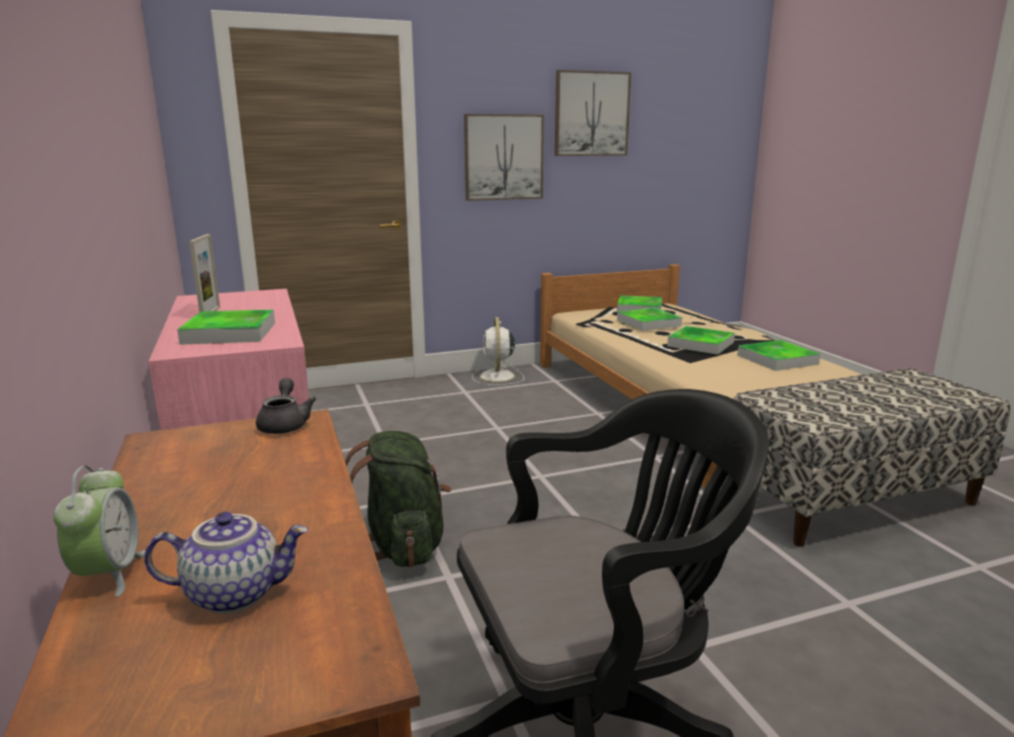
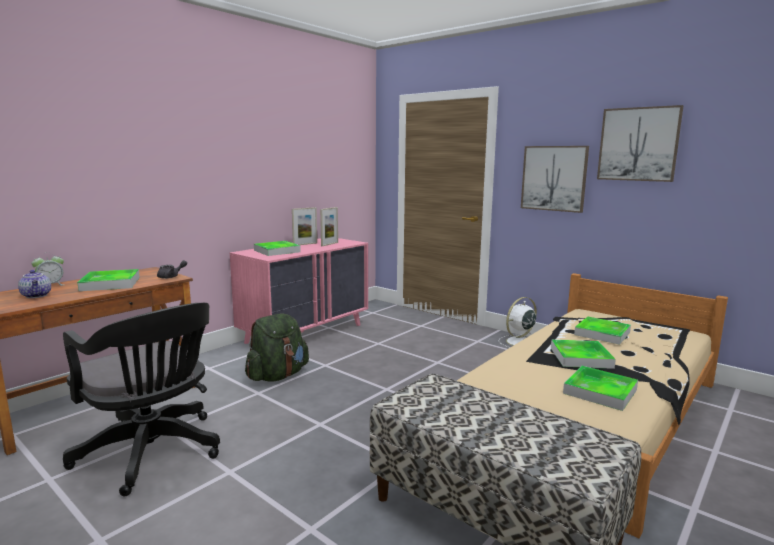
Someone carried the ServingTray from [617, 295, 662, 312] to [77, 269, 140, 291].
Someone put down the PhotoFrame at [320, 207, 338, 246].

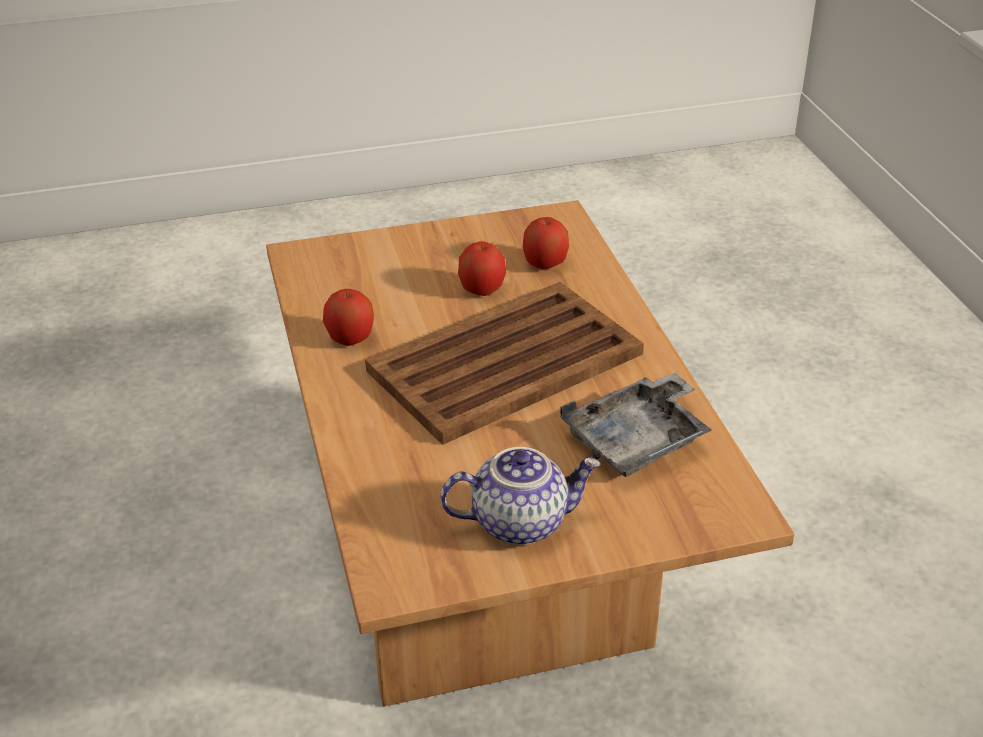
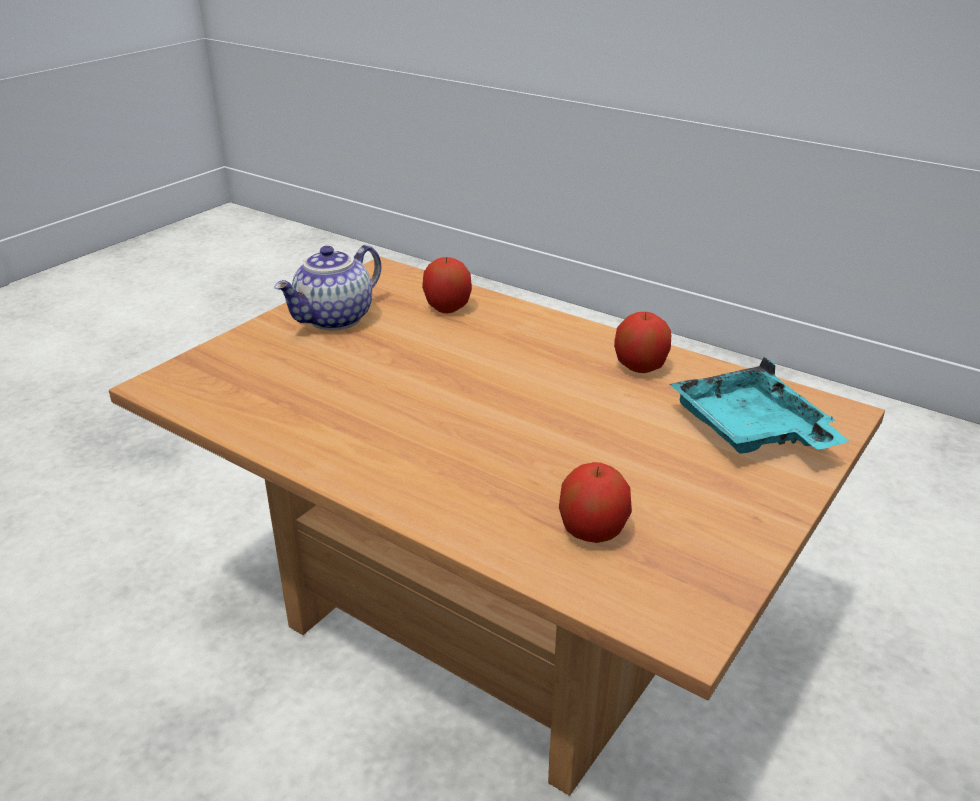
Someone carried the WholeApple from [458, 242, 506, 296] to [422, 257, 472, 313].
Someone put down the TurquoiseColouredServingTray at [670, 357, 849, 453].
Someone took away the BrownServingTray at [365, 282, 644, 445].
Someone took away the GreyishServingTray at [560, 373, 712, 477].

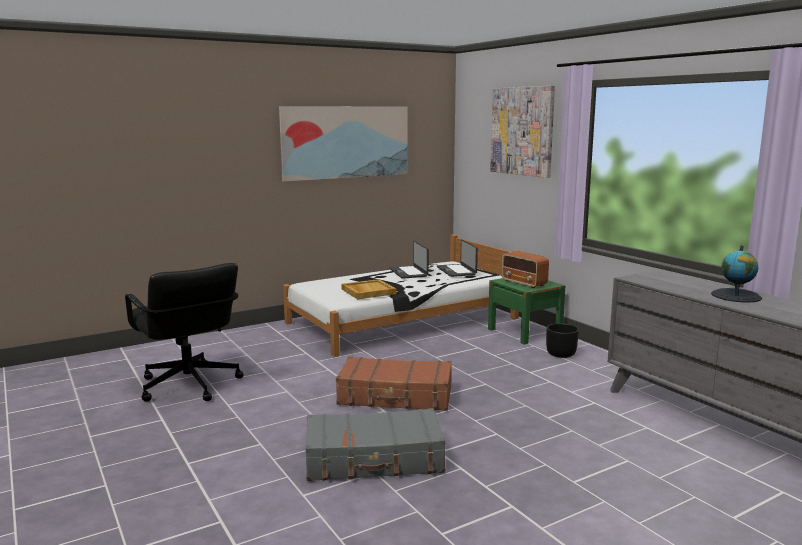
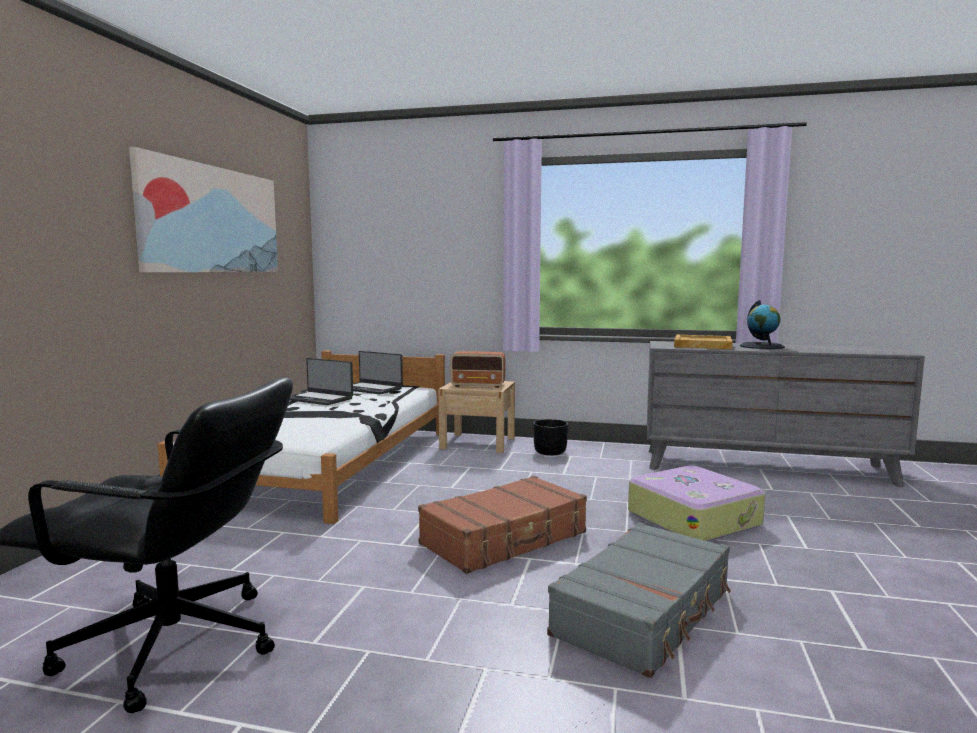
Someone repainted the GreenishNightTable at [488, 278, 565, 344], which became the BeigeNightTable at [439, 381, 515, 453].
Someone put down the TravelCase at [628, 466, 765, 541].
Someone carried the BeigeServingTray from [341, 279, 396, 299] to [674, 335, 733, 349].
Someone took away the WallPicture at [490, 85, 555, 178].

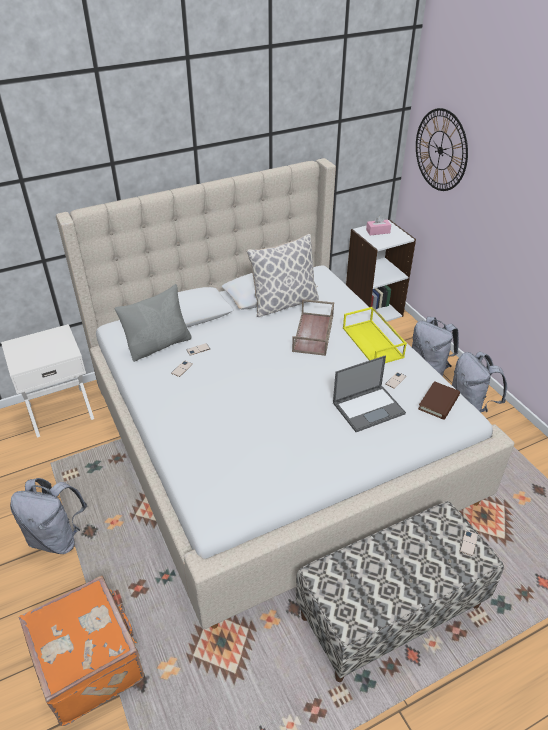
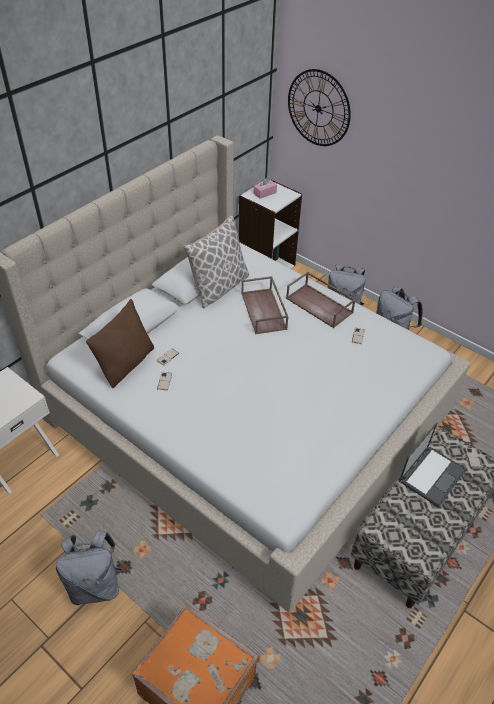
Someone repainted the GreyishThrowPillow at [115, 284, 192, 362], which became the BrownThrowPillow at [86, 299, 154, 388].
Someone repainted the YellowColouredServingTray at [343, 307, 407, 363], which became the BrownServingTray at [286, 271, 356, 328].
Someone carried the NotebookComputer from [333, 355, 406, 432] to [399, 422, 466, 507].
Someone took away the BrownBook at [418, 381, 460, 420].

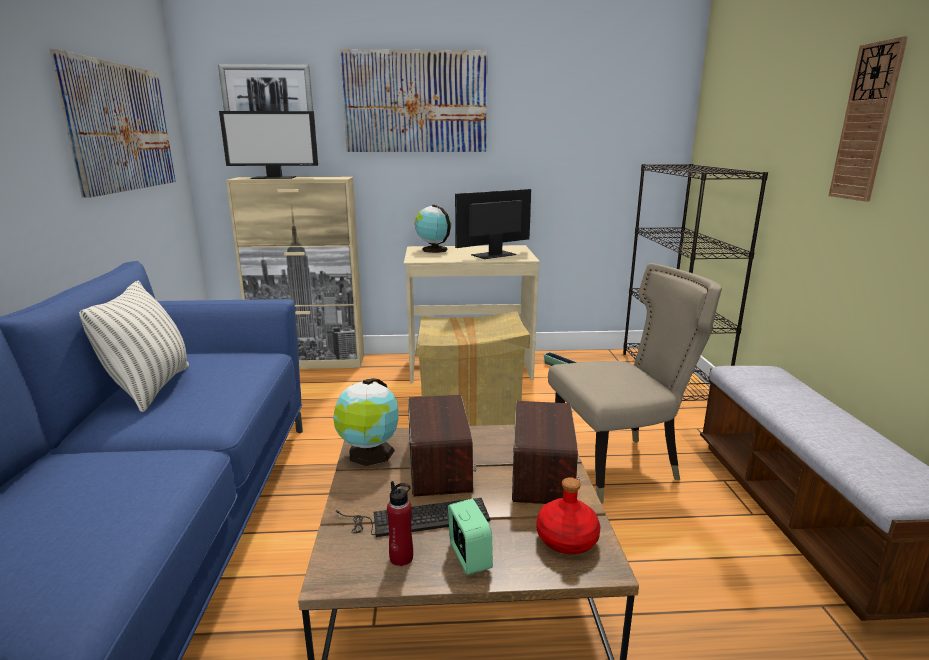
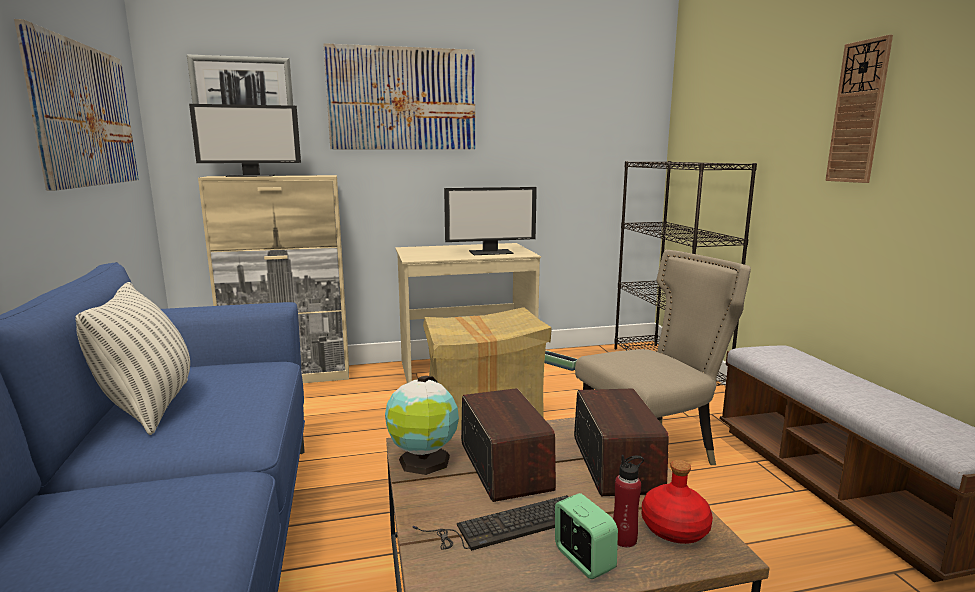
Someone rotated the ComputerDisplay at [455, 189, 531, 259] by 150 degrees counterclockwise.
Someone carried the RedBottle from [387, 481, 413, 566] to [613, 455, 644, 547].
Someone took away the Globe at [415, 205, 451, 253].

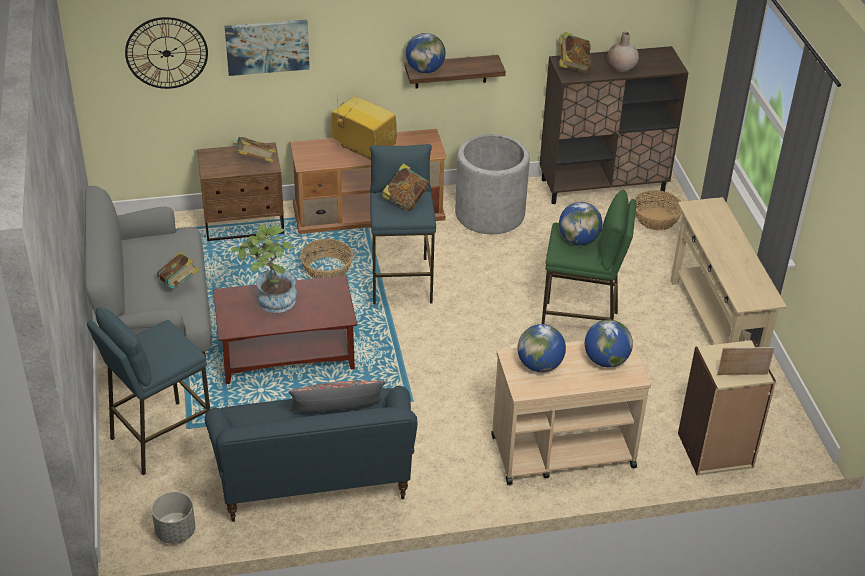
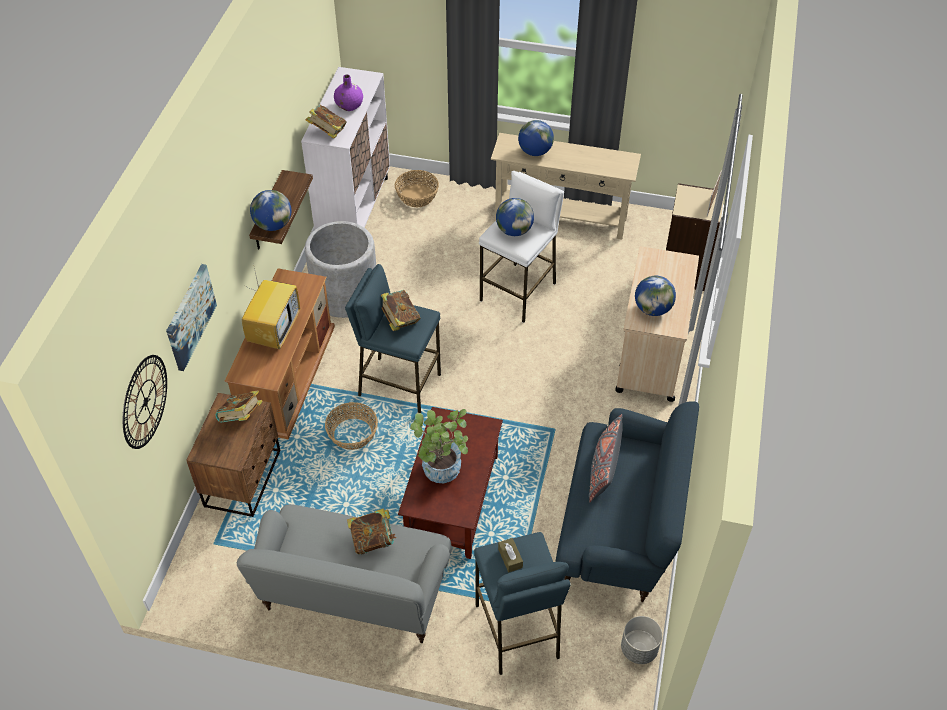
Someone rotated the Television at [331, 89, 397, 160] by 135 degrees clockwise.
Someone repainted the BrownStorageCabinet at [539, 46, 689, 204], which became the WhiteStorageCabinet at [301, 67, 390, 230].
Someone repainted the BeigeFlowerVase at [607, 32, 639, 72], which became the PurpleColouredFlowerVase at [334, 74, 363, 111].
Someone repainted the GreenishSittingStool at [541, 190, 637, 324], which became the WhiteSittingStool at [479, 171, 564, 323].
Someone put down the BrownBoxOfTissues at [498, 538, 523, 572].
Someone carried the Globe from [585, 320, 633, 367] to [518, 120, 554, 156].

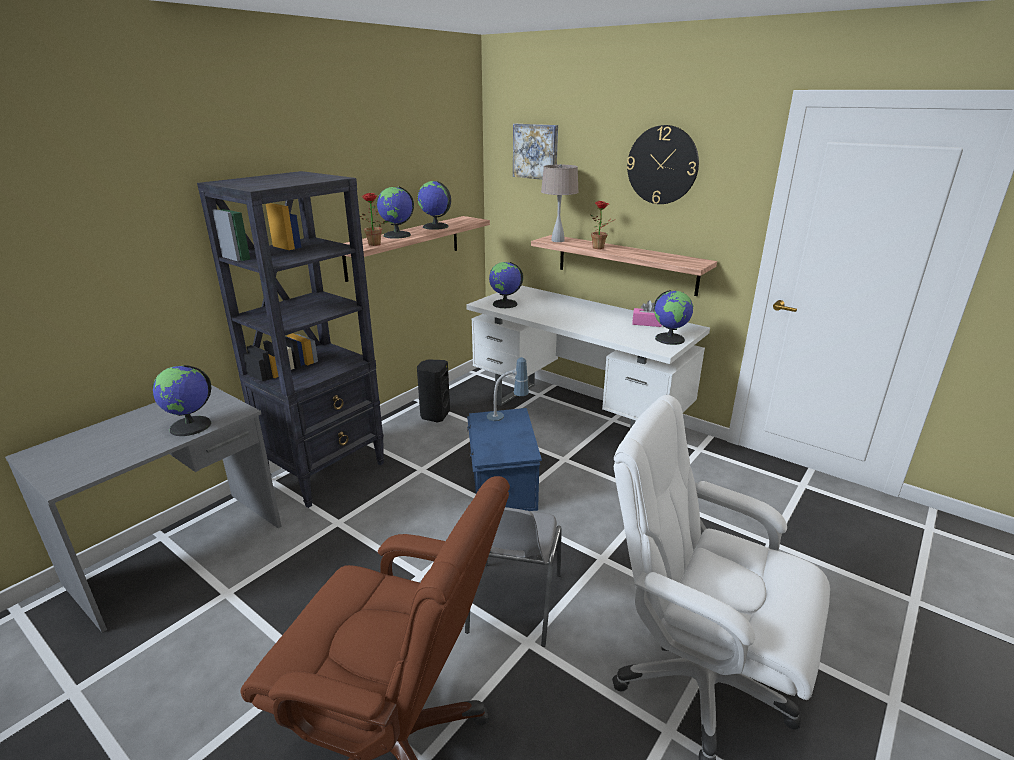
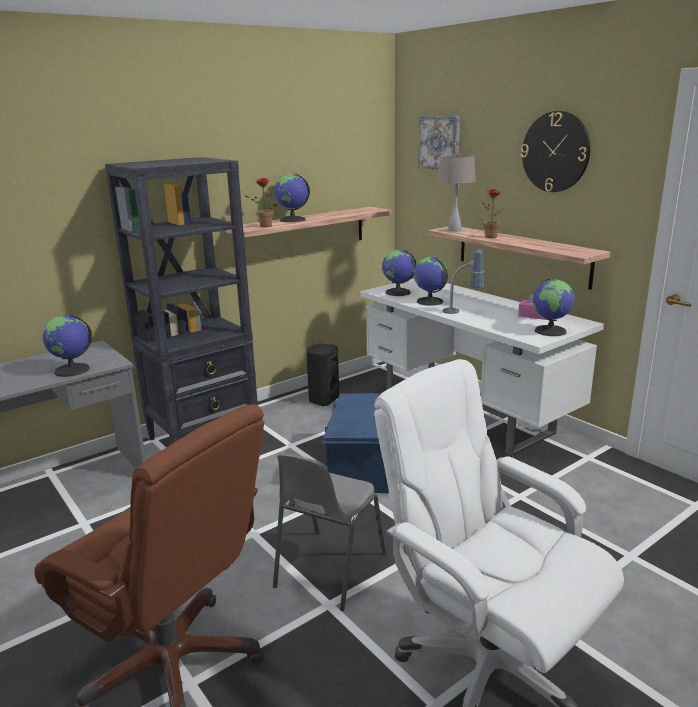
Someone carried the Globe from [417, 181, 451, 230] to [413, 257, 448, 306].
Someone carried the LampForATable from [487, 357, 529, 421] to [443, 250, 485, 314].

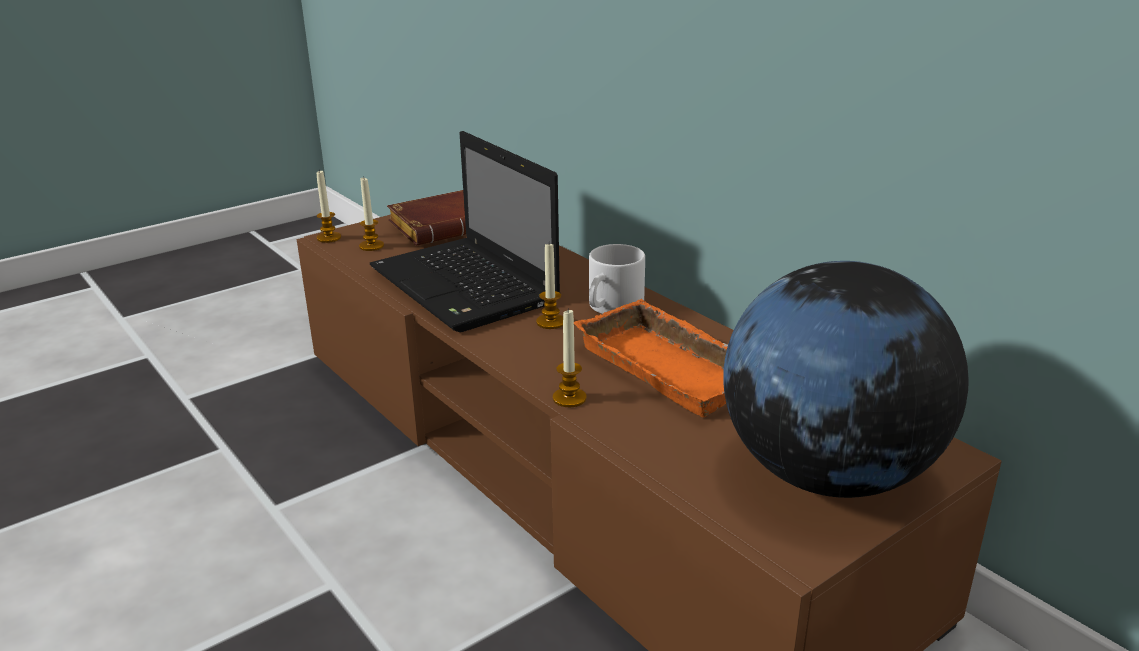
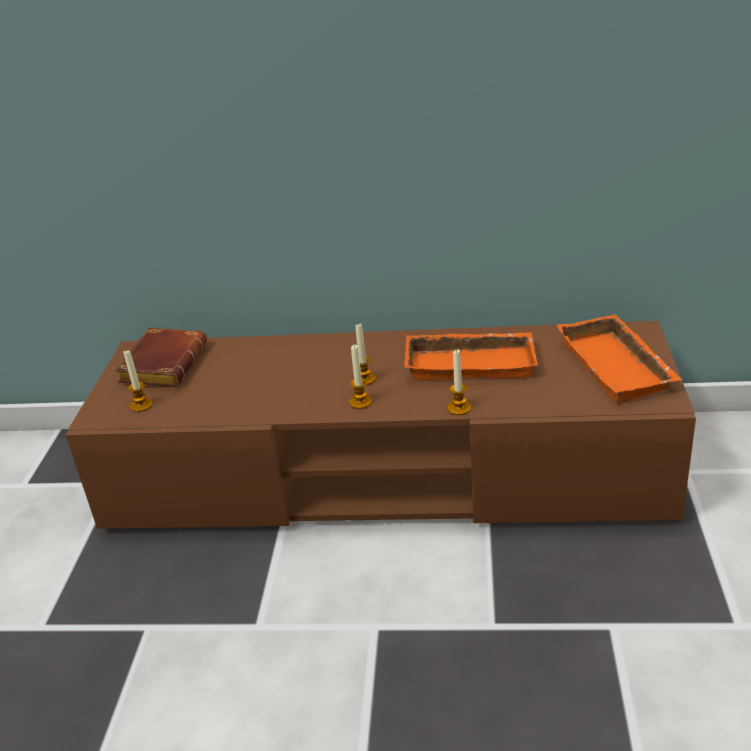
Someone carried the Candle from [317, 169, 341, 243] to [349, 345, 372, 409].
Someone swapped the Globe at [723, 261, 969, 498] for the OrangeyServingTray at [556, 314, 682, 404].
Someone took away the NotebookComputer at [370, 131, 560, 332].
Someone took away the WhiteTeaMug at [589, 244, 645, 314].

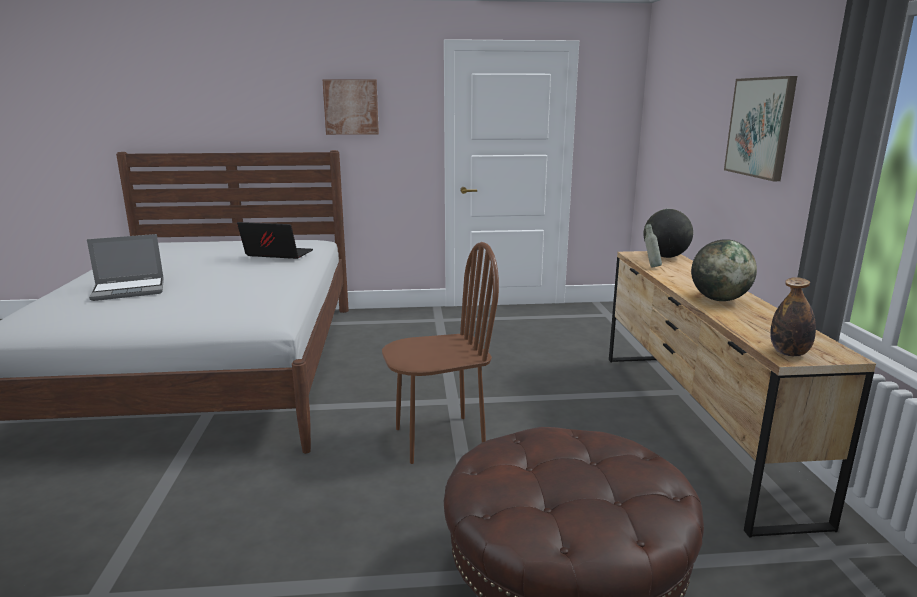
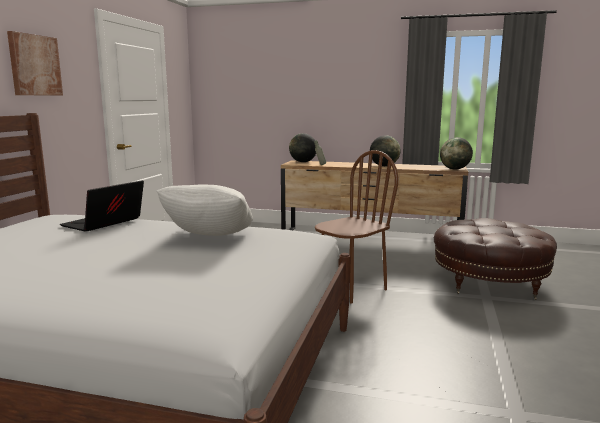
Someone put down the WhiteThrowPillow at [156, 185, 253, 236].
Someone rotated the BrownChair at [382, 242, 499, 464] by 45 degrees clockwise.
Someone swapped the Bottle at [770, 277, 816, 356] for the Globe at [440, 137, 473, 170].
Someone took away the NotebookComputer at [87, 234, 164, 301].
Someone took away the WallPicture at [724, 76, 797, 181].

